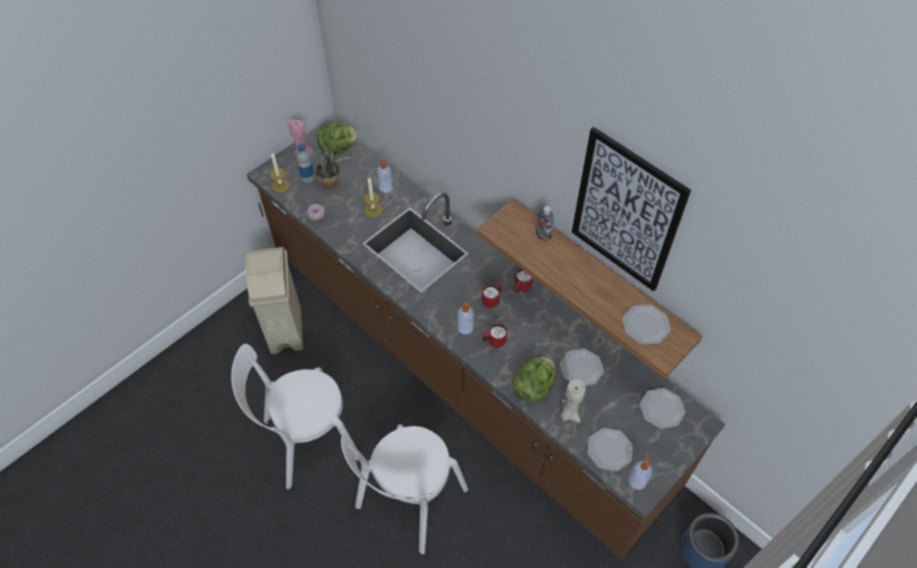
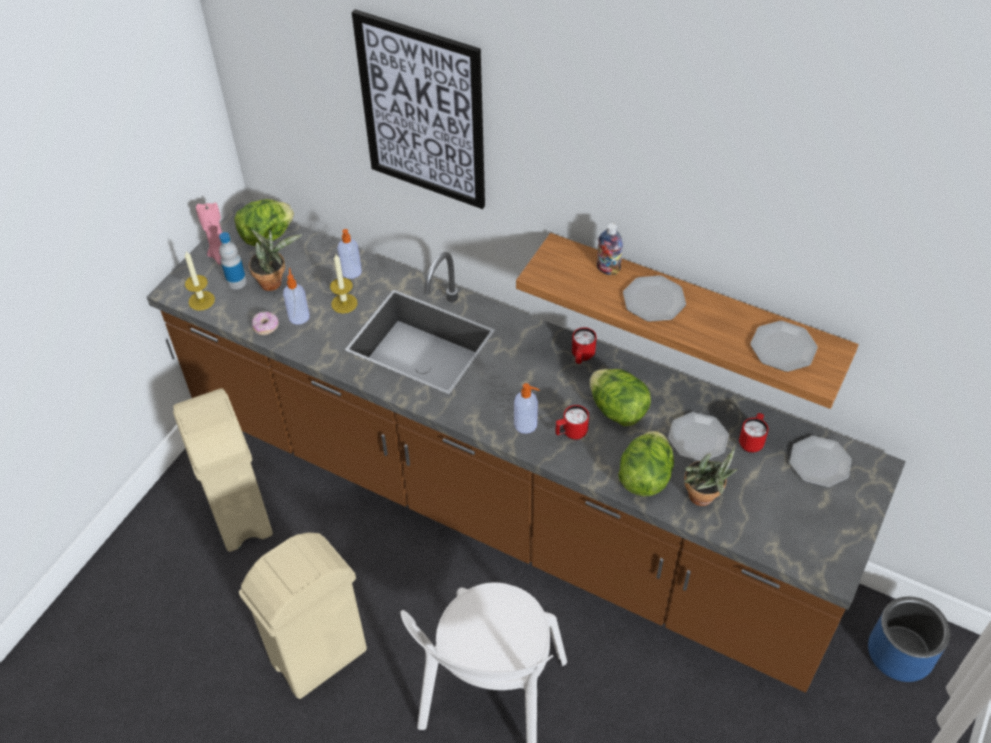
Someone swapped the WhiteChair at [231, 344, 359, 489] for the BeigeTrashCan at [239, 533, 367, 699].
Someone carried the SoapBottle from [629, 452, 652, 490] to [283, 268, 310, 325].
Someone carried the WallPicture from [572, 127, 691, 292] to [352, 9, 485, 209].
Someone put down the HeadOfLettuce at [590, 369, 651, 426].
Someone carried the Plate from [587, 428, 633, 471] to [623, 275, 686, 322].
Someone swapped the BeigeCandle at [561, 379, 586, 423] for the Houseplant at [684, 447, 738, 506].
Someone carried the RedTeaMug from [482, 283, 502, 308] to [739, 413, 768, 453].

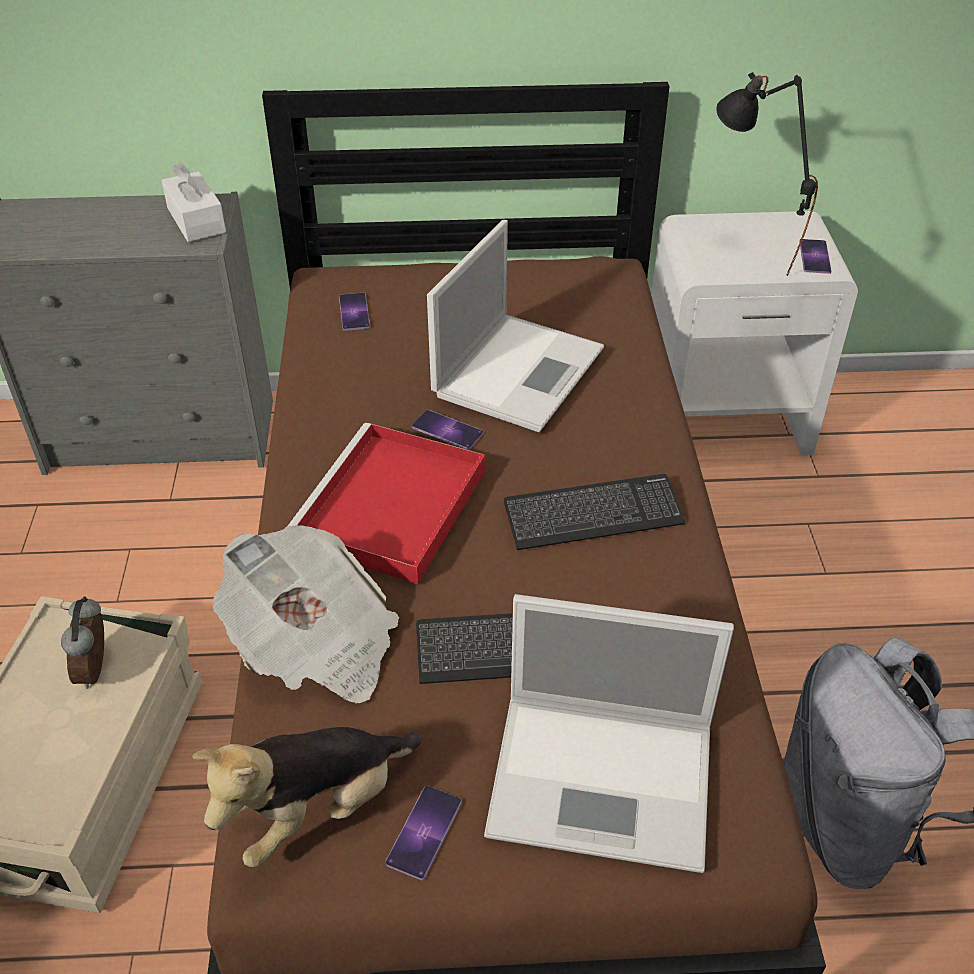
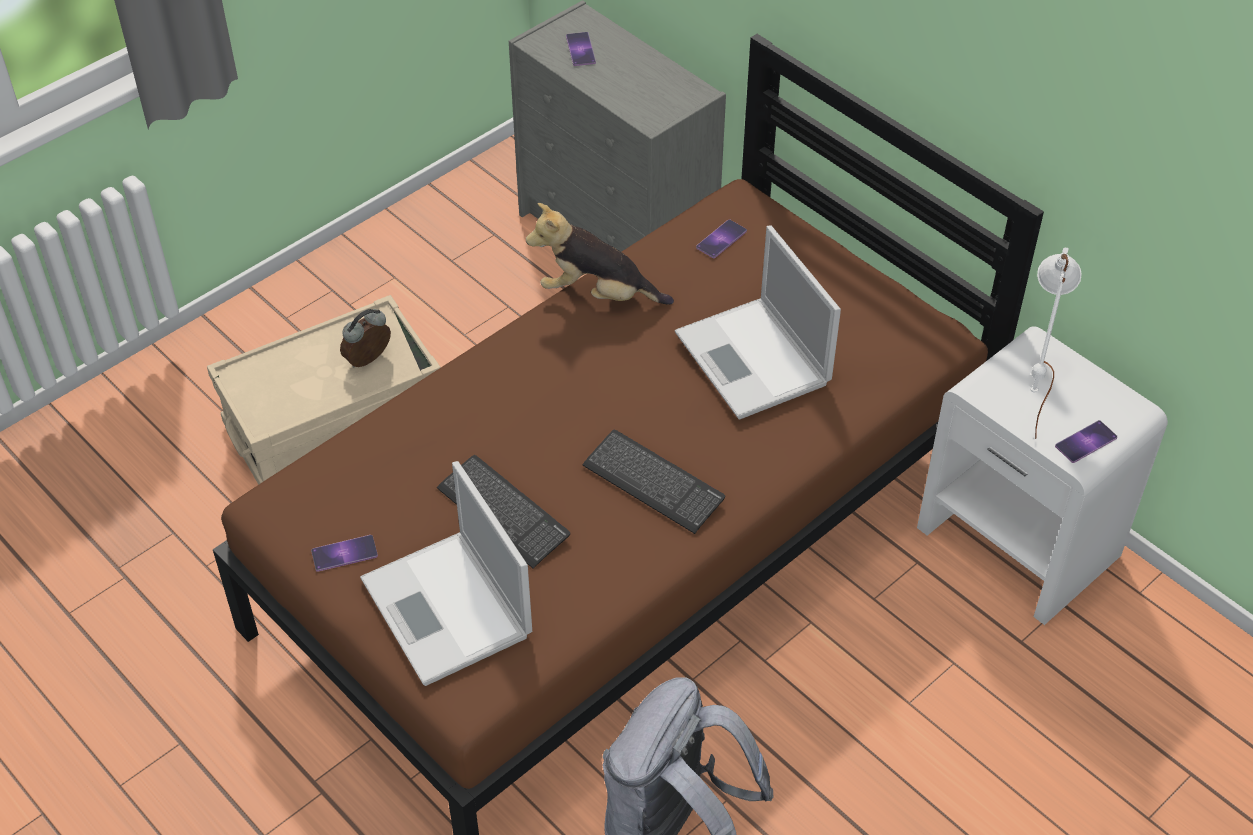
Someone carried the SoftToy from [192, 727, 421, 867] to [526, 203, 674, 305].
Someone carried the Phone from [412, 410, 484, 450] to [566, 32, 596, 66].
Someone rotated the NotebookComputer at [427, 220, 604, 432] by 75 degrees clockwise.
Someone repainted the BlackColouredLampForATable at [716, 72, 818, 276], which became the WhiteLampForATable at [1030, 248, 1081, 439].
Someone took away the WhiteBoxOfTissues at [161, 162, 226, 242].
Someone took away the DailyPaper at [212, 525, 399, 703].
Someone took away the RedServingTray at [288, 423, 485, 584].

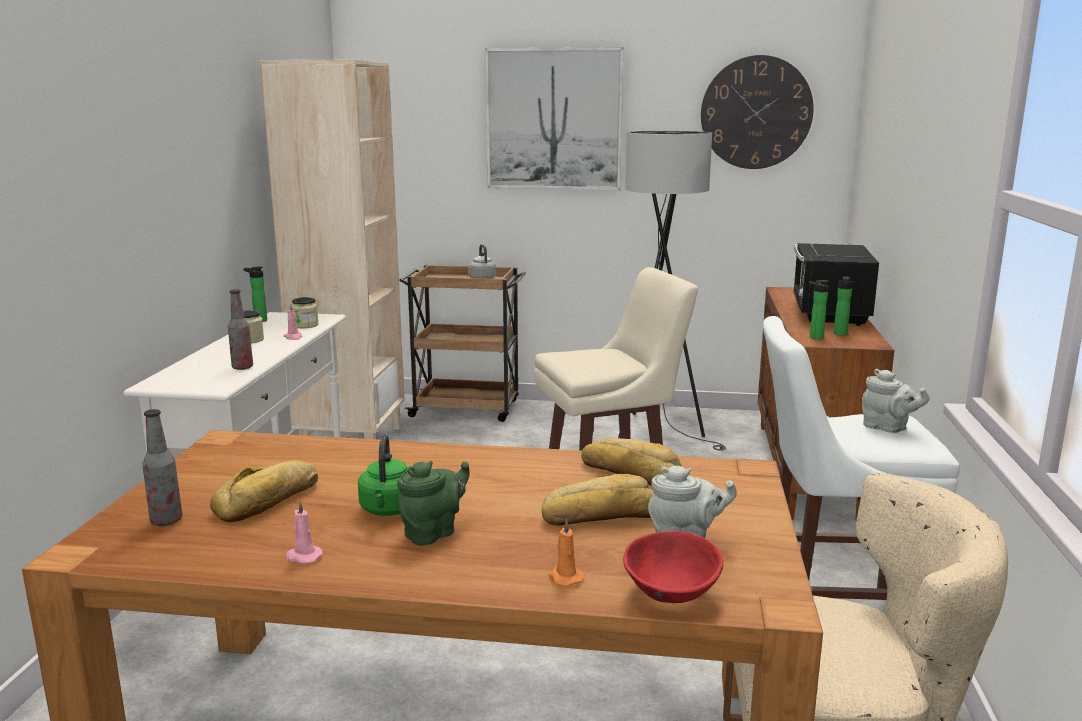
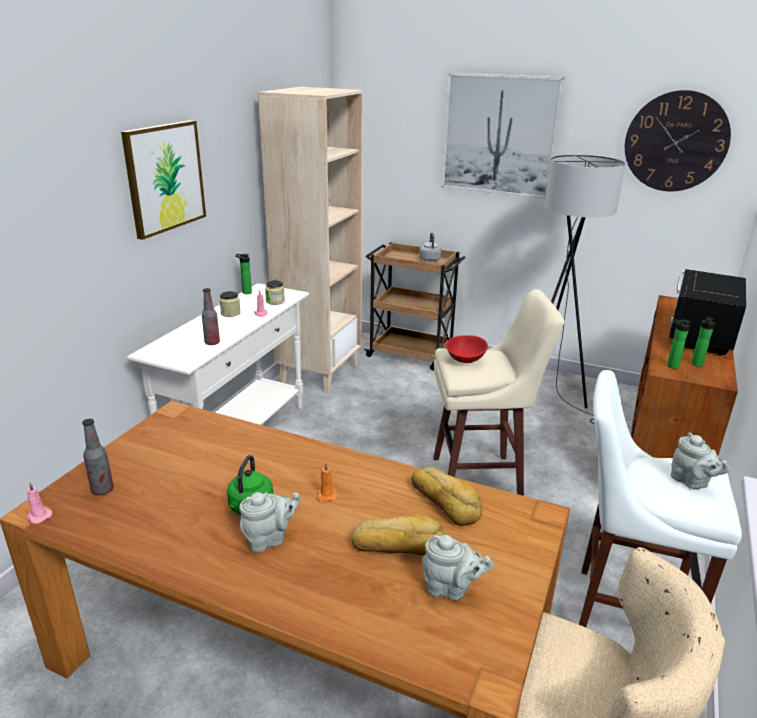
Someone carried the PinkCandle from [286, 500, 323, 564] to [26, 483, 52, 524].
Someone put up the WallPicture at [121, 120, 206, 240].
Someone repainted the GreenishTeapot at [397, 461, 470, 545], which became the GreyishTeapot at [239, 492, 301, 552].
Someone carried the OrangeyCandle from [549, 519, 584, 586] to [317, 463, 338, 502].
Someone carried the RedBowl from [623, 531, 724, 603] to [446, 335, 488, 363].
Someone took away the Bread at [210, 460, 318, 522].

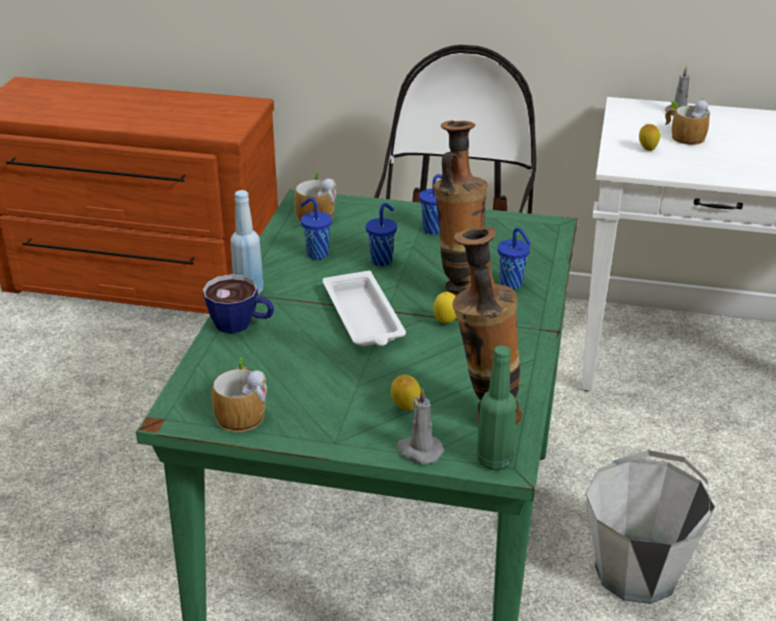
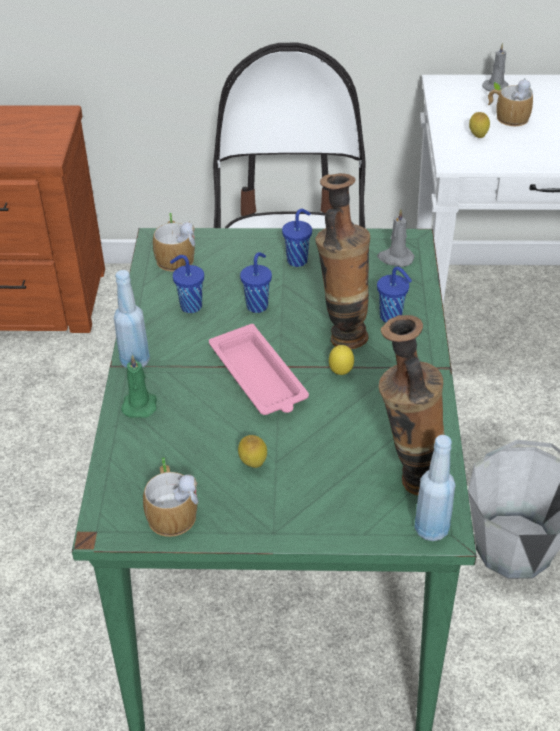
Someone swapped the DrinkingCup at [203, 274, 274, 333] for the GreenishCandle at [121, 355, 157, 418].
Someone repainted the WhiteServingTray at [323, 271, 406, 346], which became the PinkServingTray at [209, 324, 309, 415].
Someone carried the WholeLemon from [391, 375, 421, 411] to [238, 435, 267, 468].
Someone carried the GreyishCandle from [396, 387, 444, 464] to [377, 209, 415, 267].
Someone repainted the GreenishBottle at [477, 345, 516, 470], which became the BlueBottle at [414, 435, 456, 541].

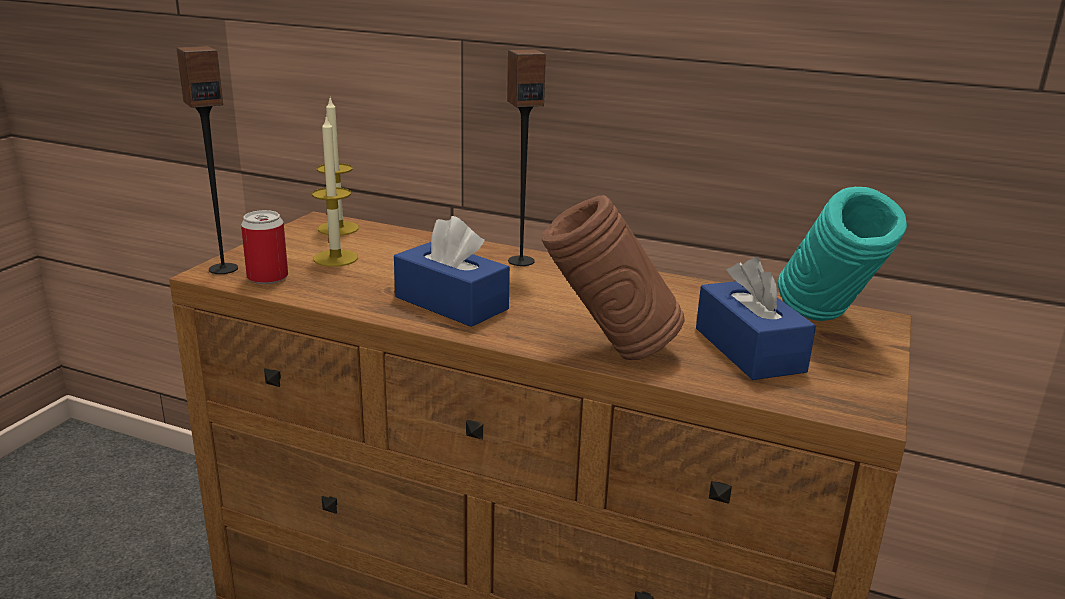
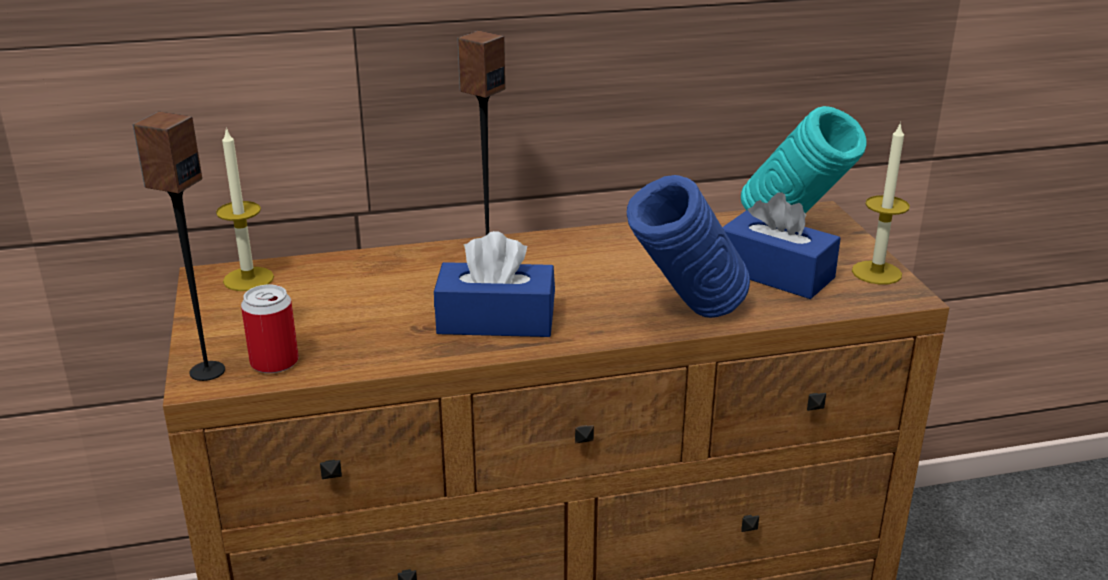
Someone repainted the BrownFlowerVase at [542, 195, 684, 360], which became the BlueFlowerVase at [627, 175, 750, 318].
Someone carried the Candle from [312, 115, 358, 267] to [852, 122, 910, 285].

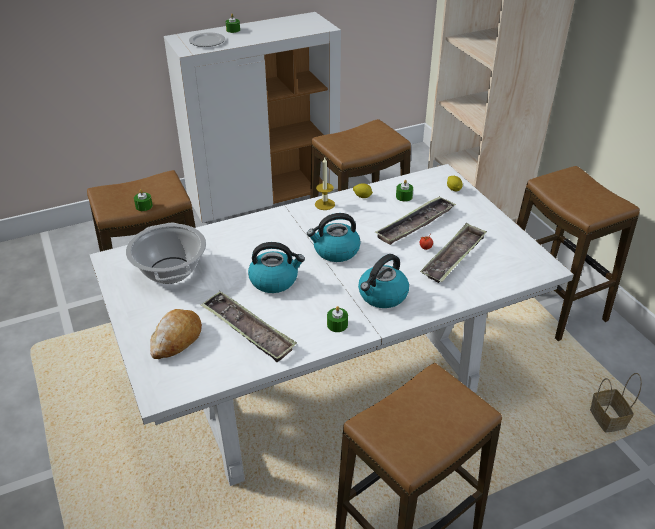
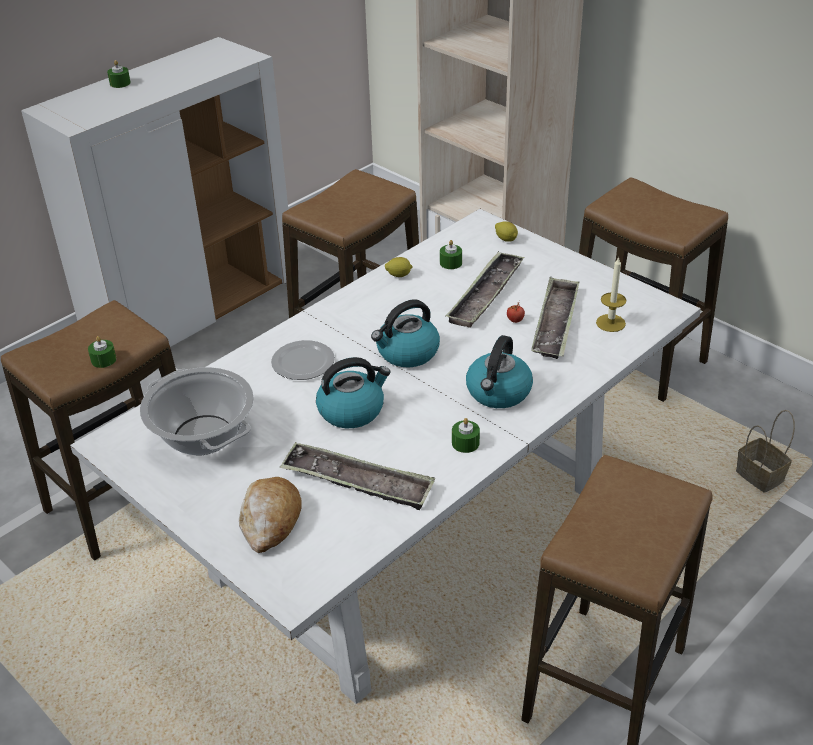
Someone carried the Plate from [189, 32, 225, 47] to [271, 340, 335, 380].
Someone carried the Candle from [315, 158, 335, 210] to [596, 256, 626, 332].

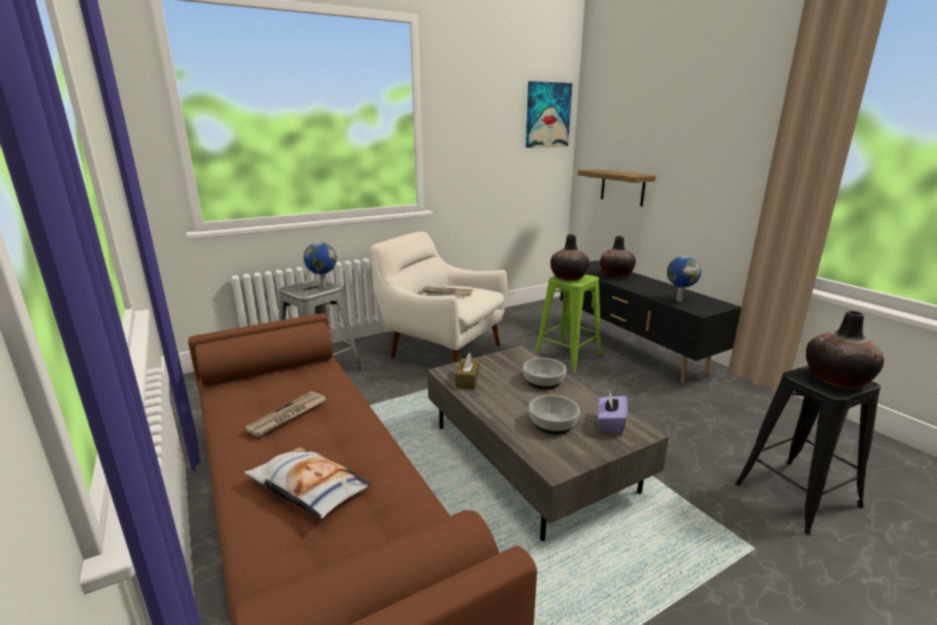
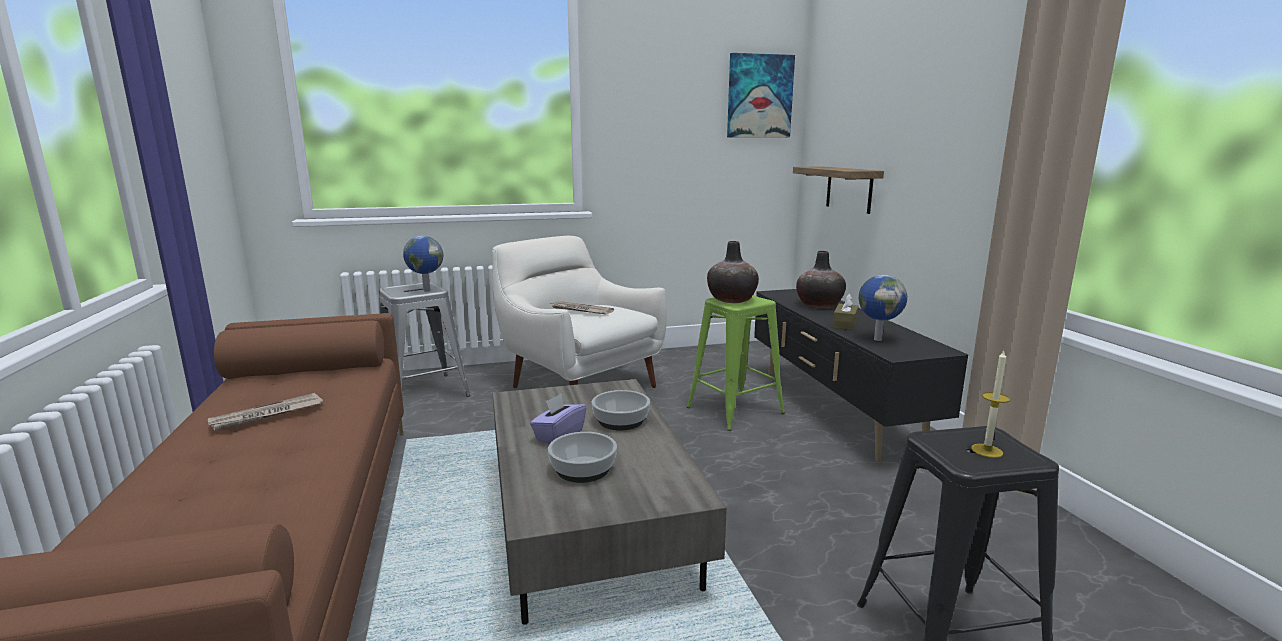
Someone carried the PurpleColouredBoxOfTissues from [597, 391, 628, 435] to [530, 394, 587, 444].
Someone carried the BrownBoxOfTissues from [456, 353, 479, 389] to [833, 293, 858, 330].
Someone swapped the FlowerVase at [806, 311, 884, 388] for the Candle at [971, 351, 1010, 458].
Someone took away the ThrowPillow at [244, 447, 372, 519].

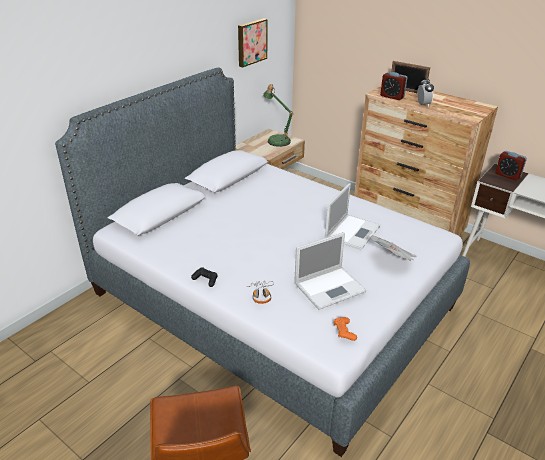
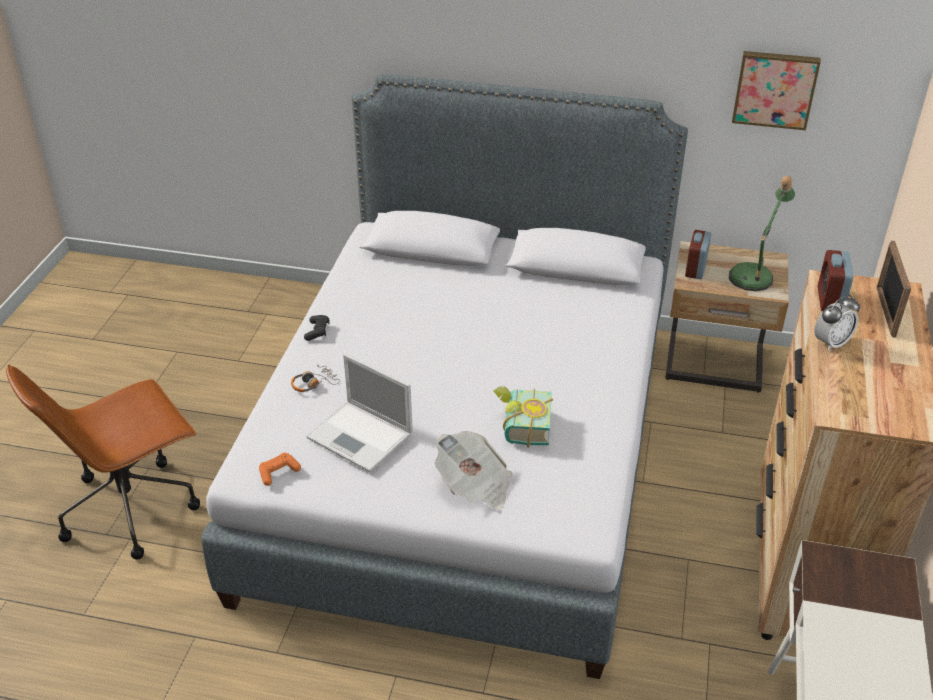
Someone swapped the NotebookComputer at [325, 183, 381, 250] for the Book at [493, 386, 553, 448].
Someone carried the BedsideClock from [495, 151, 527, 180] to [685, 230, 711, 279].

